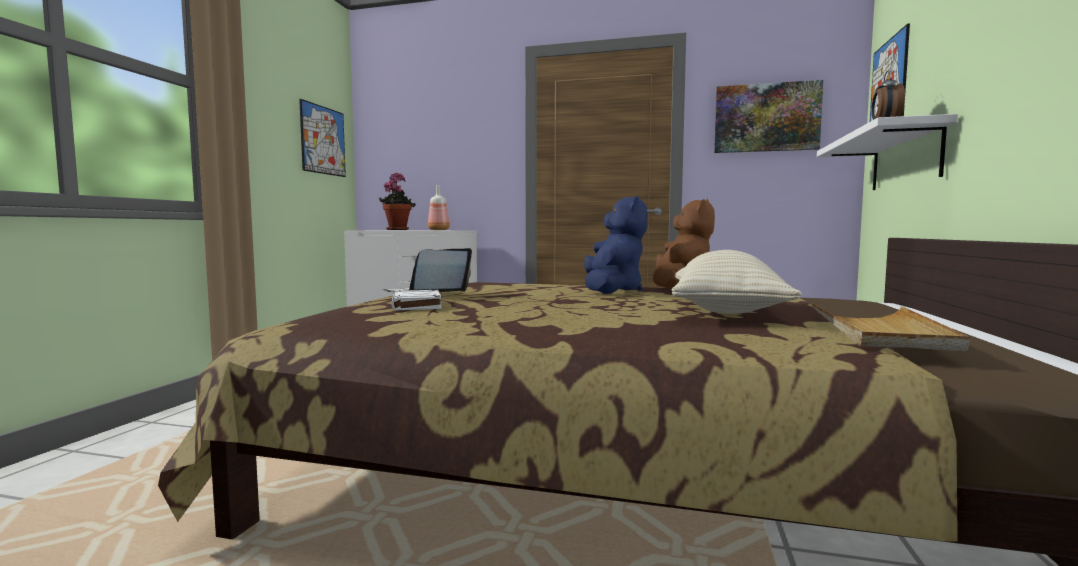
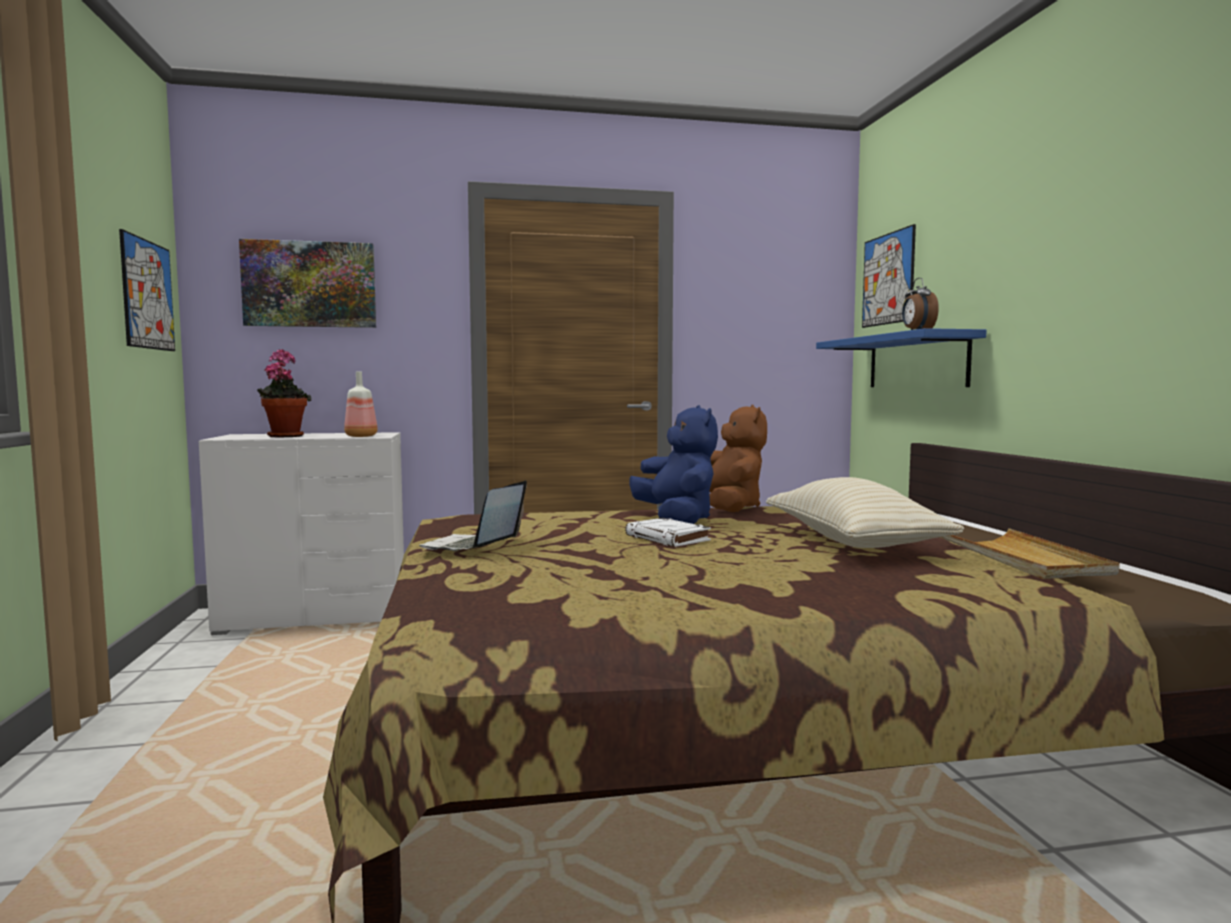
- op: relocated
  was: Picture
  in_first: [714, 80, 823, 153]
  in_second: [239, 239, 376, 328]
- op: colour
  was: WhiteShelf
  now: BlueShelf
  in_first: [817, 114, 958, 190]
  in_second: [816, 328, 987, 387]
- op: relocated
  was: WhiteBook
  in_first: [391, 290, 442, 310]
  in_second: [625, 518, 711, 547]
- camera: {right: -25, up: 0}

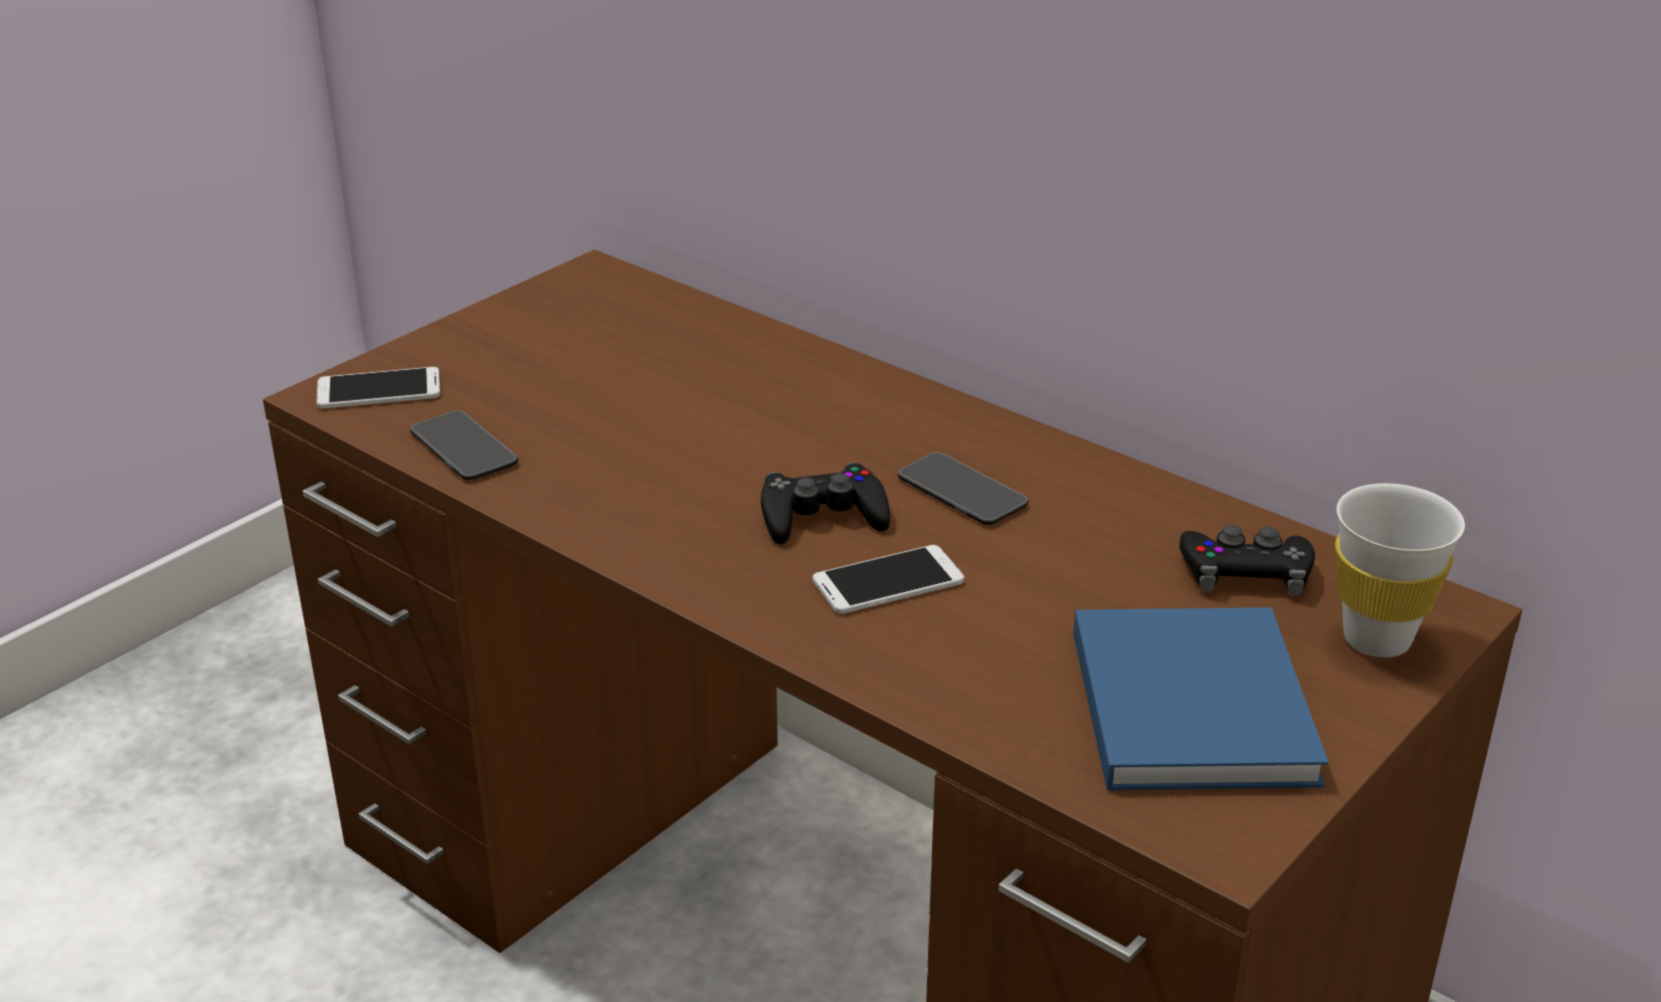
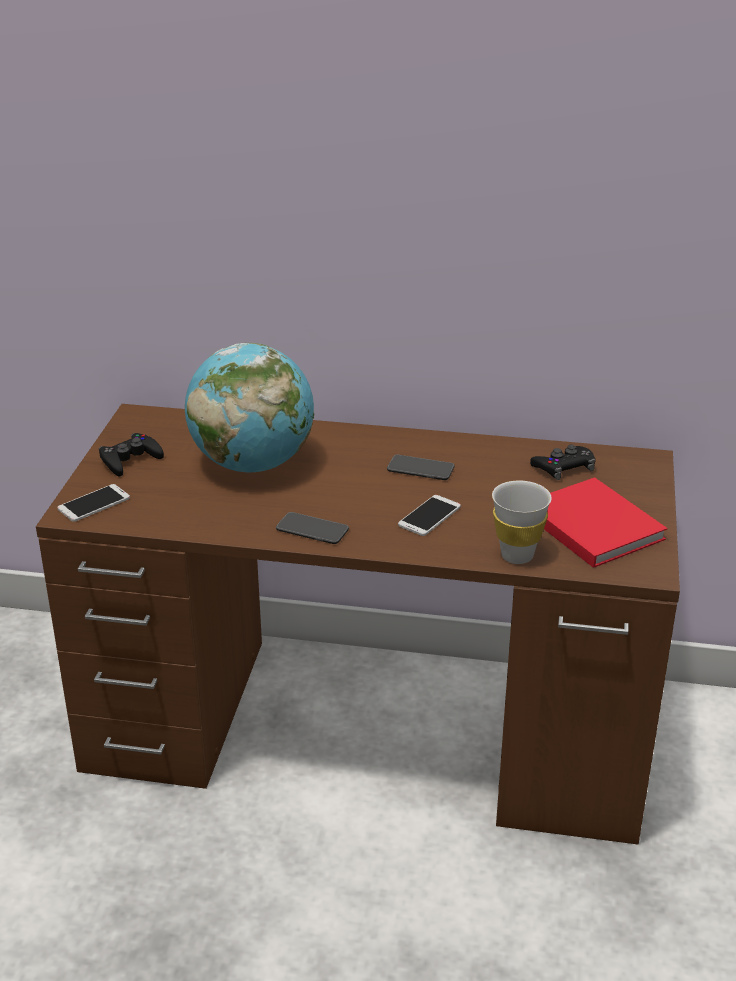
- op: relocated
  was: Phone
  in_first: [410, 410, 518, 480]
  in_second: [276, 512, 349, 544]
- op: relocated
  was: BlackGameController
  in_first: [761, 462, 890, 544]
  in_second: [99, 433, 164, 476]
- op: relocated
  was: WhiteCup
  in_first: [1335, 483, 1465, 658]
  in_second: [492, 481, 552, 564]
- op: colour
  was: BlueBook
  now: RedBook
  in_first: [1073, 607, 1329, 790]
  in_second: [544, 477, 668, 568]
- op: appeared
  now: Globe
  in_second: [185, 343, 314, 472]
- camera: {right: -30, up: 0}

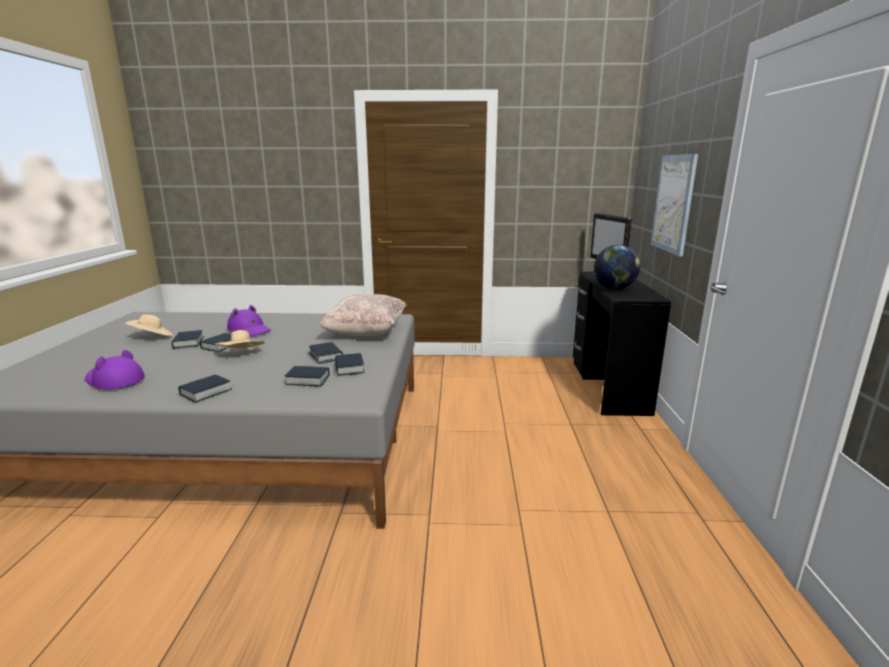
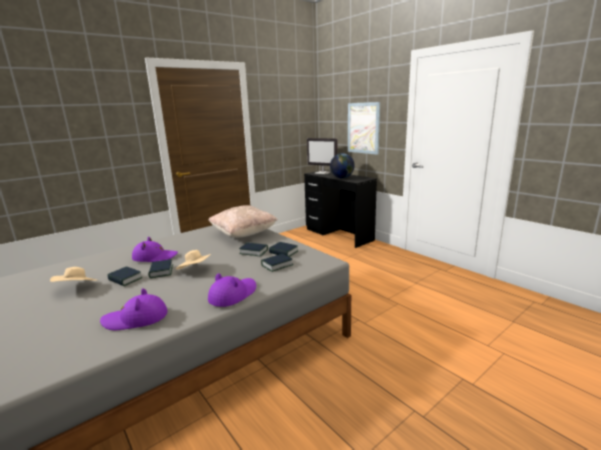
- op: exchanged
  was: Book
  now: PurpleHat
  in_first: [178, 375, 232, 402]
  in_second: [208, 273, 256, 307]
- camera: {right: -40, up: 0}

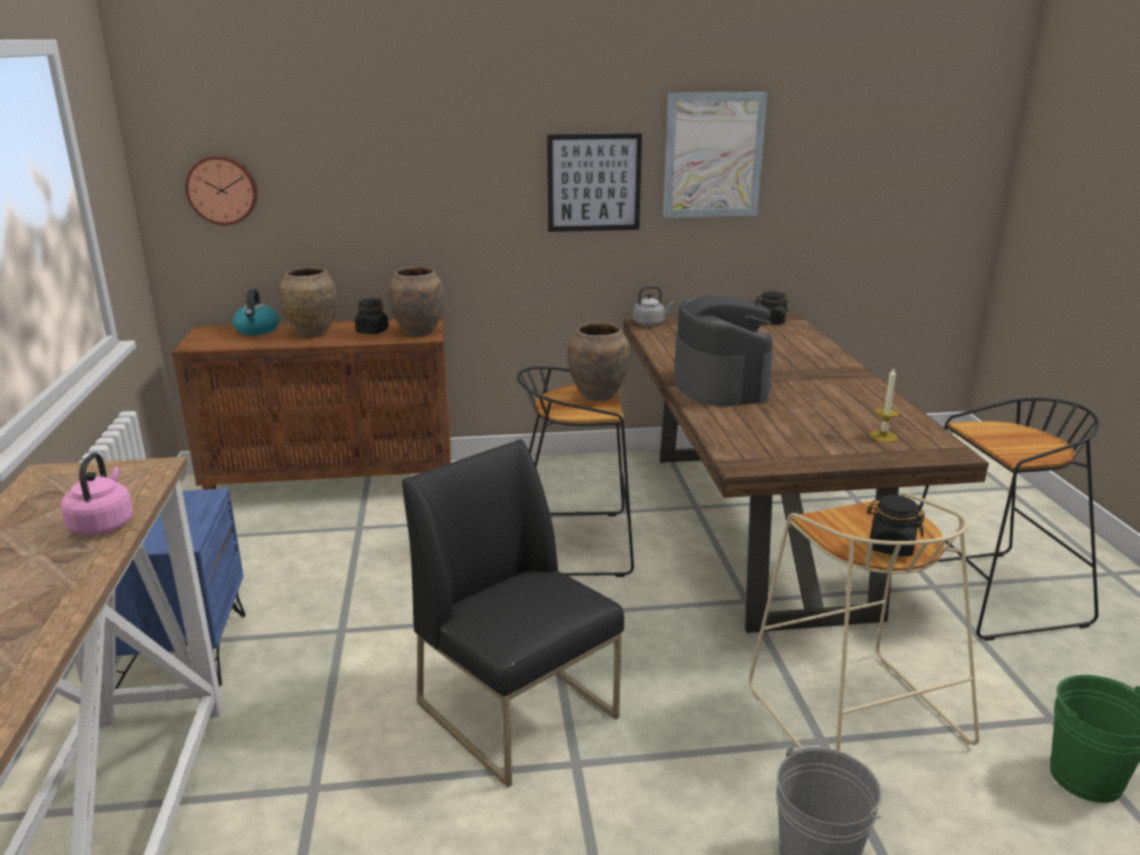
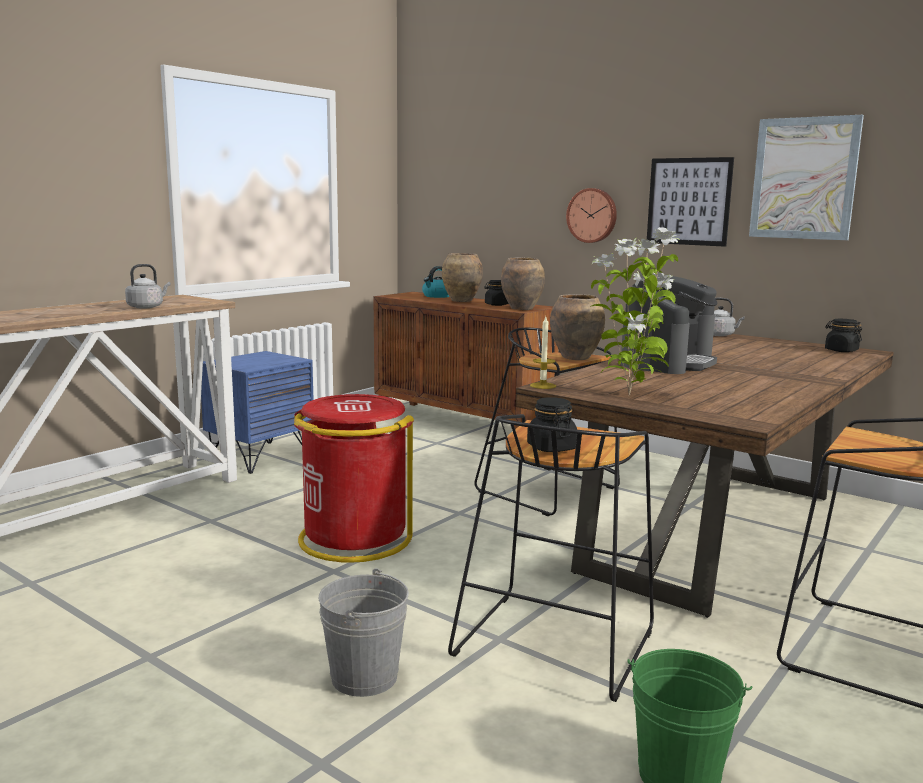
- op: relocated
  was: WallClock
  in_first: [185, 155, 258, 226]
  in_second: [566, 188, 617, 243]
- op: relocated
  was: Candle
  in_first: [869, 367, 899, 442]
  in_second: [530, 317, 556, 389]
- op: exchanged
  was: BlackChair
  now: RedTrashCan
  in_first: [402, 439, 624, 788]
  in_second: [294, 394, 414, 563]
- op: colour
  was: PinkKettle
  now: GreyKettle
  in_first: [61, 452, 133, 536]
  in_second: [125, 264, 171, 309]
- op: colour
  was: BeigeStool
  now: BlackStool
  in_first: [749, 492, 979, 751]
  in_second: [448, 414, 654, 702]
- op: appeared
  now: PottedPlant
  in_second: [590, 227, 680, 396]
- camera: {right: 45, up: -10}

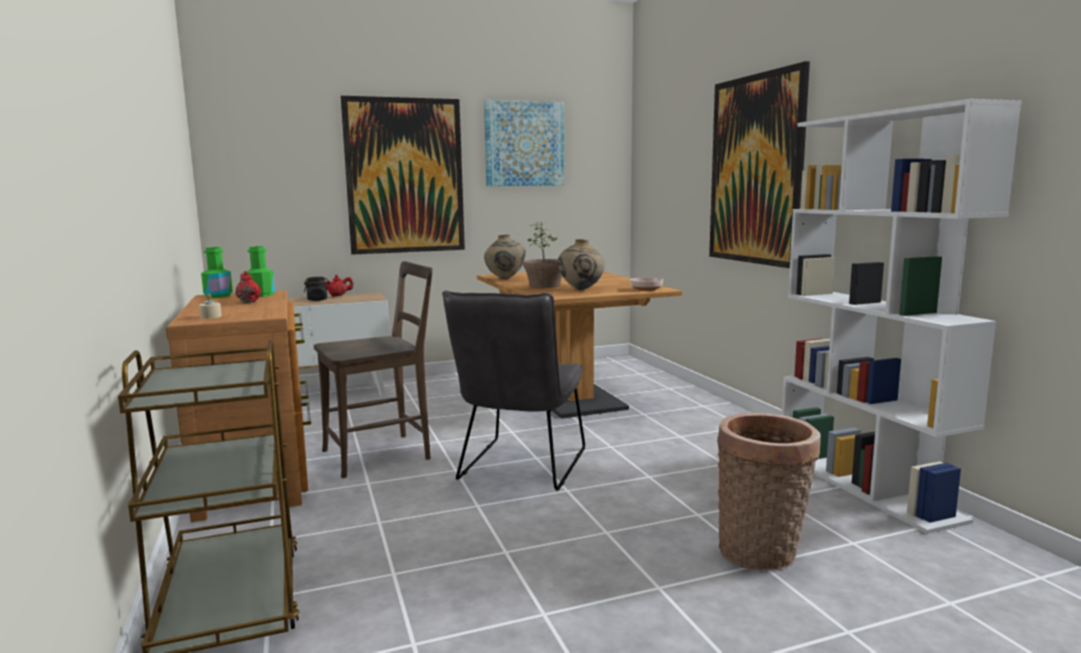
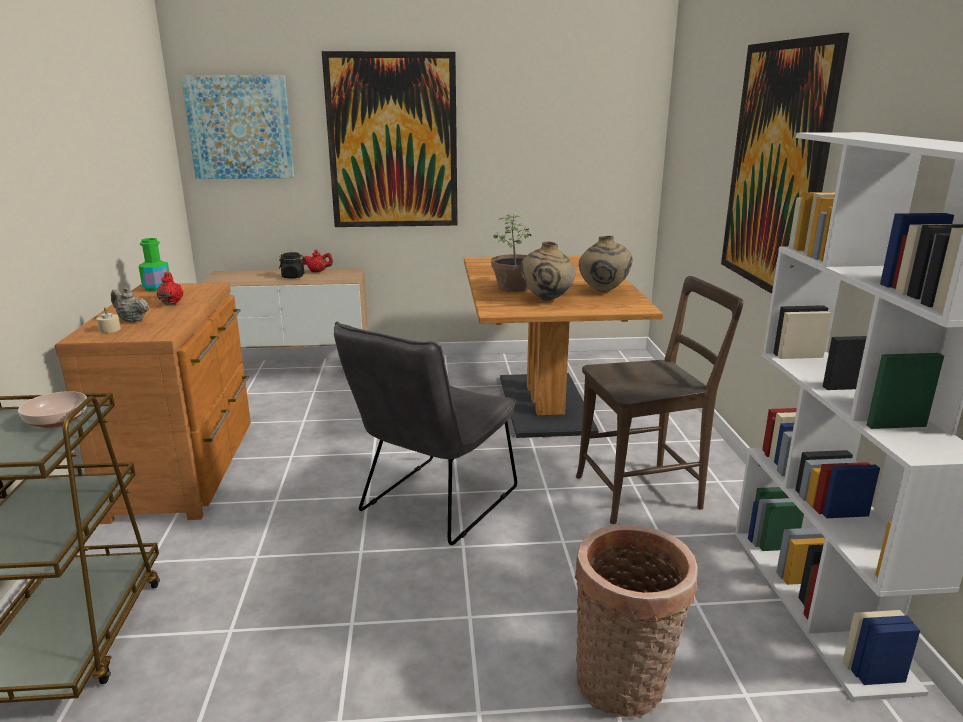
- op: relocated
  was: Picture
  in_first: [484, 100, 565, 186]
  in_second: [181, 75, 294, 179]
- op: relocated
  was: BeigeVase
  in_first: [484, 234, 526, 279]
  in_second: [579, 236, 633, 292]
- op: missing
  was: GreenBottle
  in_first: [246, 246, 275, 297]
- op: relocated
  was: BrownChair
  in_first: [314, 261, 433, 478]
  in_second: [576, 276, 744, 524]
- op: relocated
  was: Bowl
  in_first: [630, 278, 663, 291]
  in_second: [18, 391, 87, 428]
- op: appeared
  now: BeigeTeapot
  in_second: [111, 287, 149, 323]
- camera: {right: 15, up: 10}

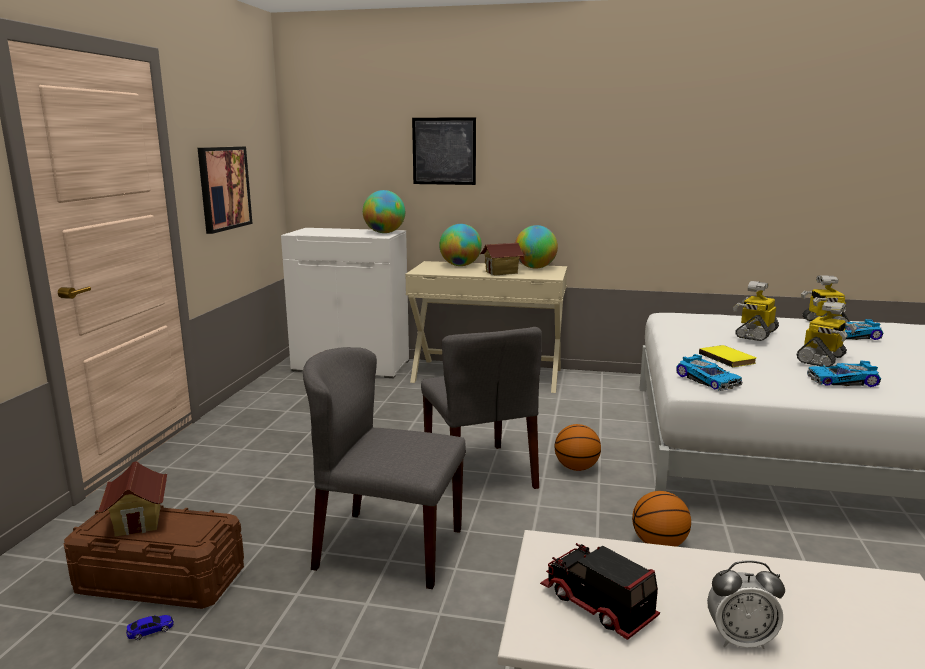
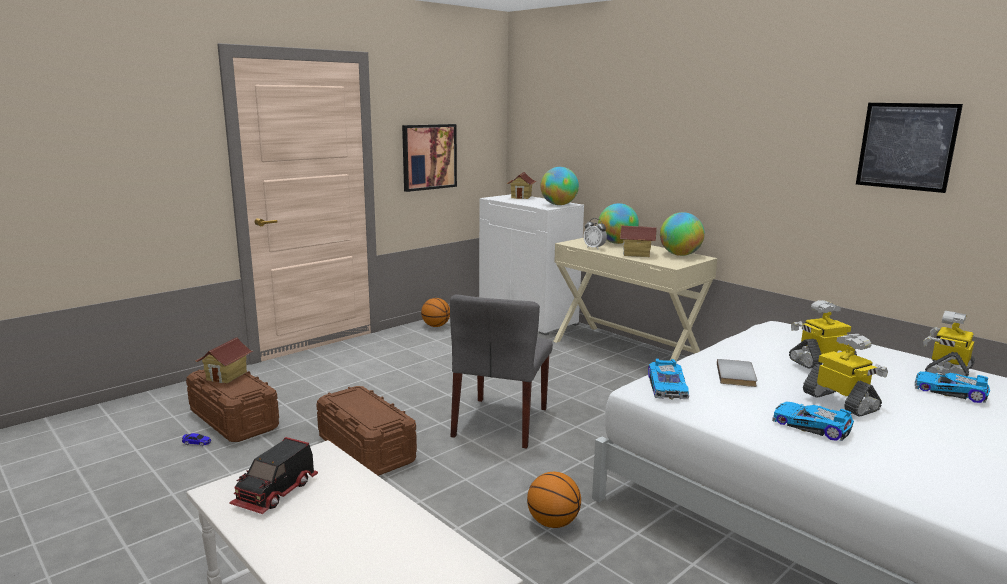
- op: relocated
  was: Picture
  in_first: [412, 117, 476, 185]
  in_second: [856, 103, 963, 193]
- op: spun
  was: ToyRobot
  in_first: [796, 301, 857, 367]
  in_second: [803, 334, 888, 417]
  clockwise: -105
- op: colour
  was: YellowBook
  now: GreyBook
  in_first: [699, 345, 756, 367]
  in_second: [717, 359, 757, 387]
- op: exchanged
  was: GreyChair
  now: BrownStorageBox
  in_first: [303, 347, 466, 589]
  in_second: [316, 386, 417, 476]
- op: relocated
  was: Basketball
  in_first: [555, 424, 601, 471]
  in_second: [421, 298, 450, 327]
- op: spun
  was: ToyTruck
  in_first: [540, 543, 660, 640]
  in_second: [229, 437, 318, 514]
  clockwise: -150
- op: relocated
  was: AlarmClock
  in_first: [707, 560, 785, 649]
  in_second: [583, 218, 607, 249]
- op: appeared
  now: ToyHouse
  in_second: [507, 172, 536, 199]
- camera: {right: 35, up: 0}

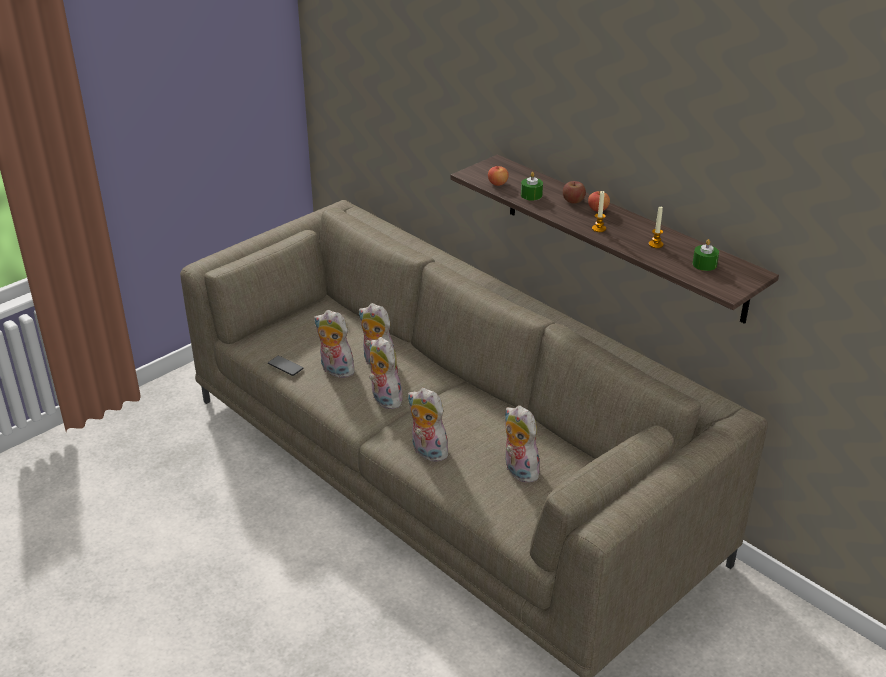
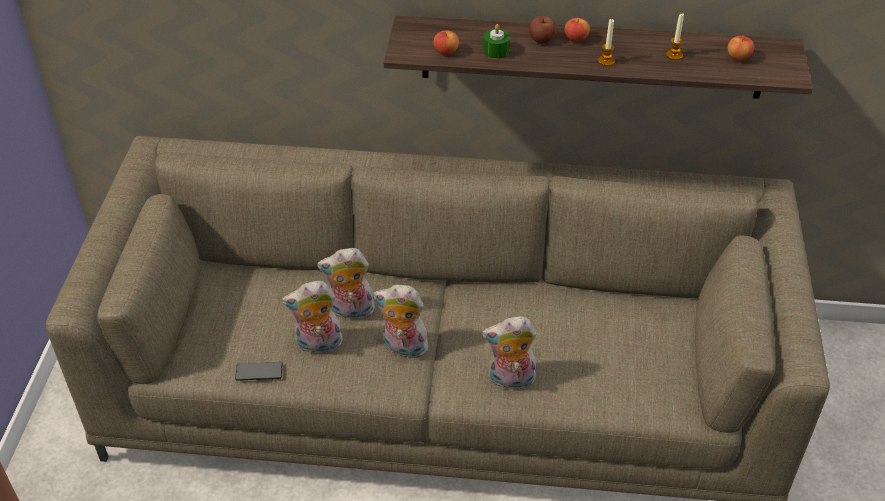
- op: exchanged
  was: GreenCandle
  now: Apple
  in_first: [692, 239, 719, 271]
  in_second: [728, 36, 754, 61]
- op: missing
  was: PlushToy
  in_first: [505, 405, 540, 483]
- camera: {right: -40, up: 10}

